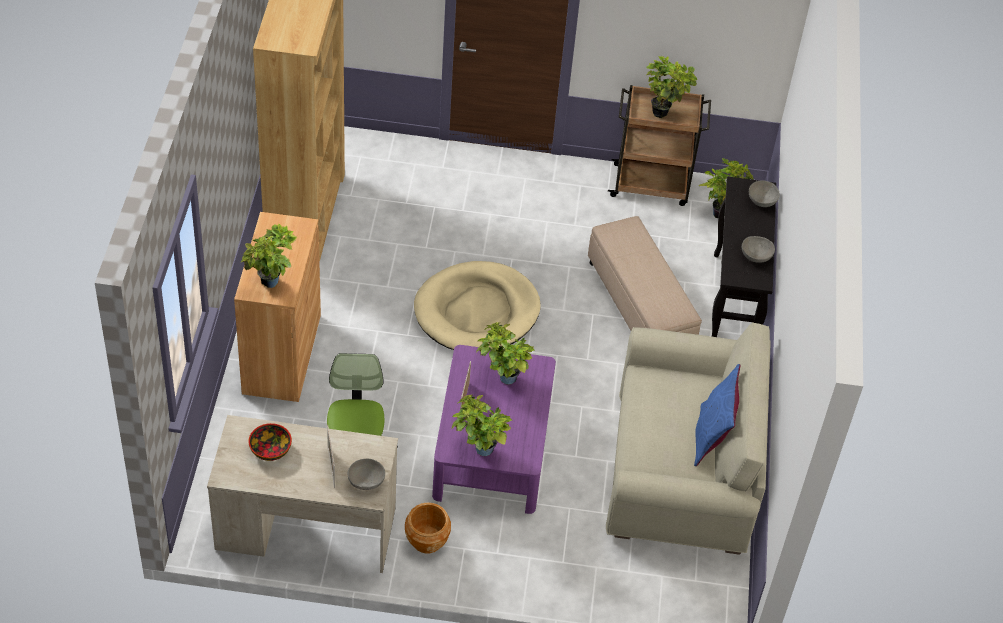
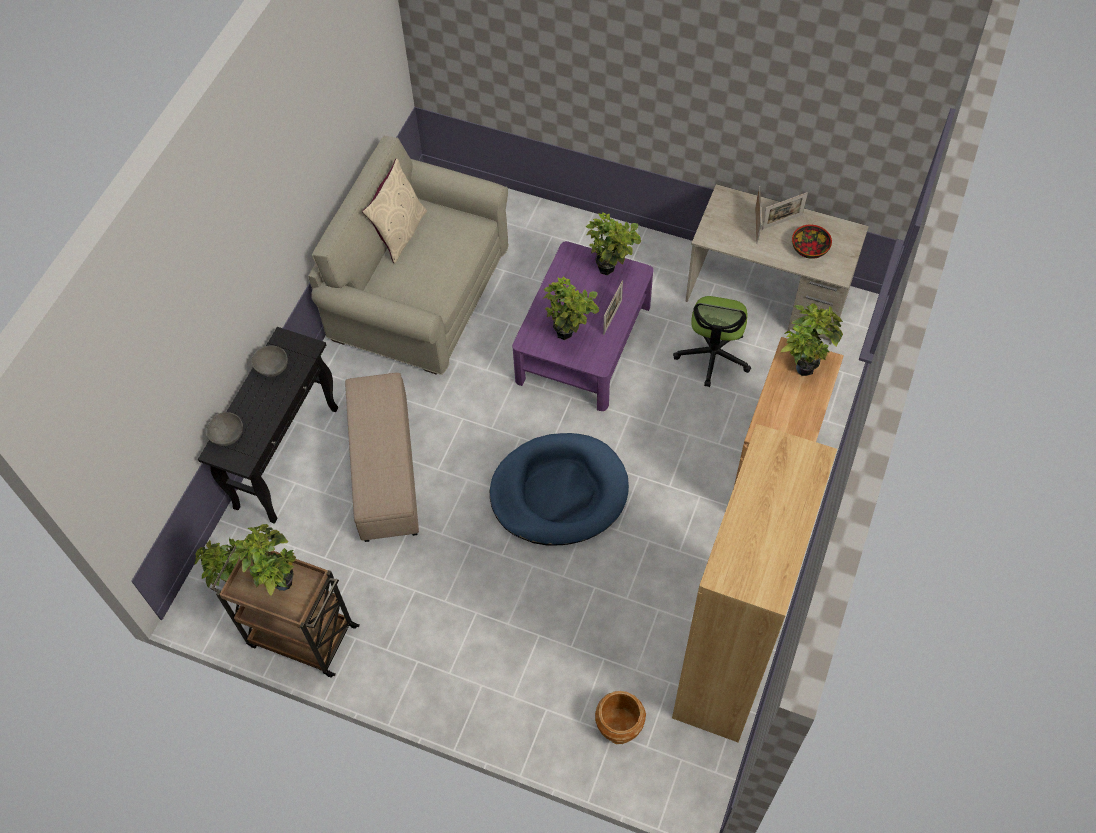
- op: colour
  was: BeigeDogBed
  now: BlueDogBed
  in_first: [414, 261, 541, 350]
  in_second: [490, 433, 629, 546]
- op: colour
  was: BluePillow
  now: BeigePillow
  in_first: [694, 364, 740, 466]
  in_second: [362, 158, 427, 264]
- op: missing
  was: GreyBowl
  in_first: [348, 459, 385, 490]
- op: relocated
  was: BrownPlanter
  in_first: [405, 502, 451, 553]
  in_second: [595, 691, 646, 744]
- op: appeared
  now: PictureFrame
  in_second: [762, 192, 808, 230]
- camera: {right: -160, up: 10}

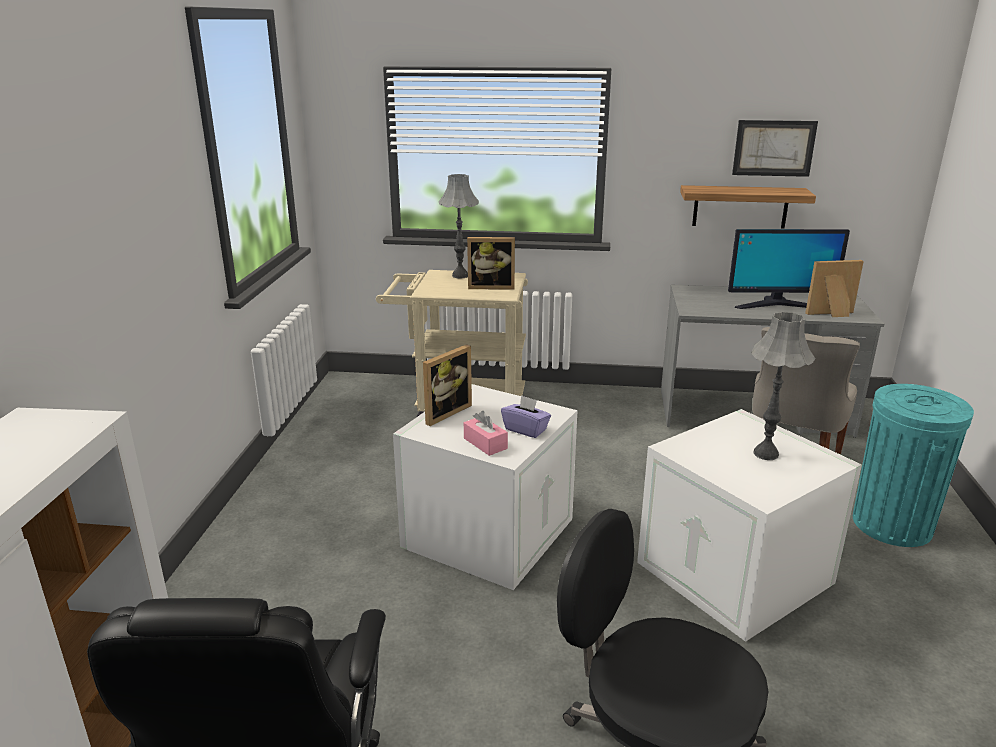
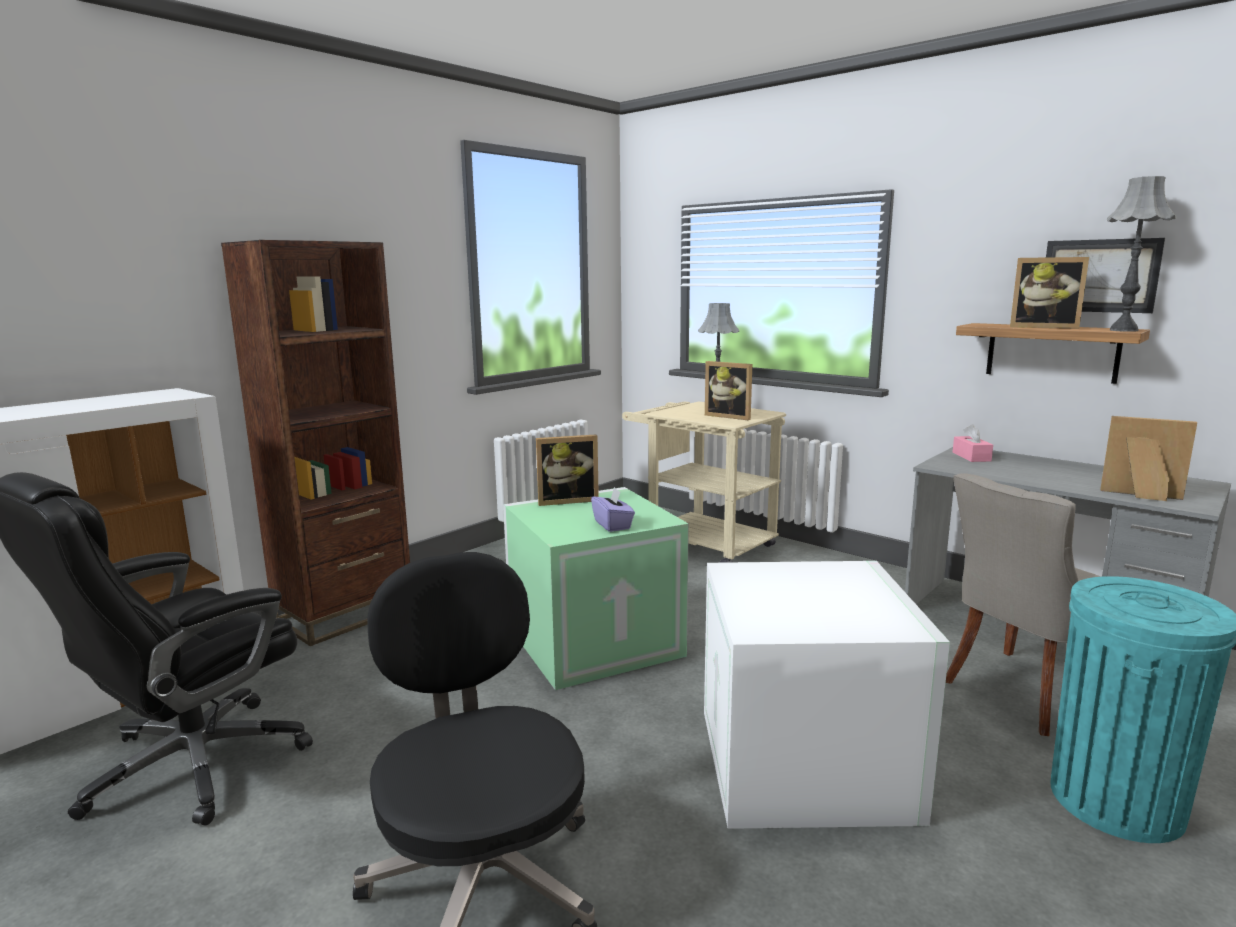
- op: missing
  was: Monitor
  in_first: [728, 229, 850, 309]
- op: relocated
  was: GreyTableLamp
  in_first: [751, 312, 816, 460]
  in_second: [1107, 176, 1177, 332]
- op: colour
  was: WhiteStorageBox
  now: GreenStorageBox
  in_first: [393, 384, 578, 590]
  in_second: [503, 487, 689, 690]
- op: relocated
  was: PinkTissueBox
  in_first: [464, 411, 508, 456]
  in_second: [953, 424, 993, 462]
- op: appeared
  now: BrownBookcase
  in_second: [221, 240, 410, 646]
- op: appeared
  now: PictureFrame
  in_second: [1010, 257, 1089, 329]
- camera: {right: 35, up: -10}

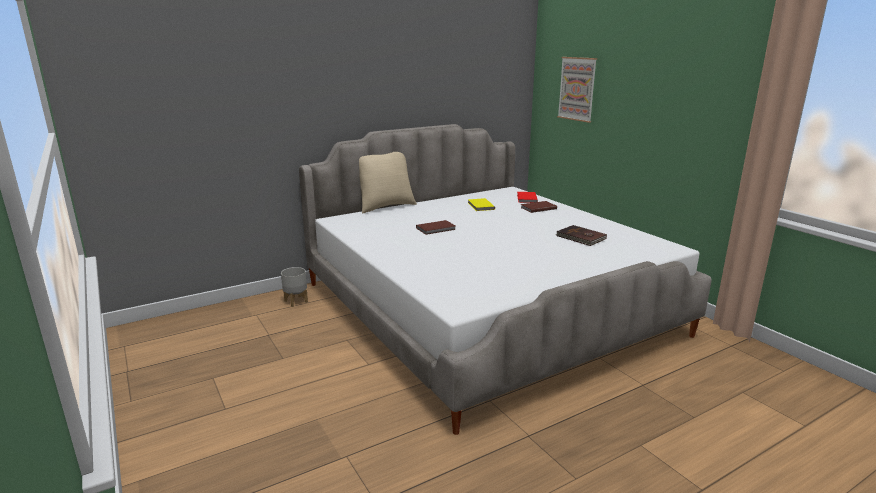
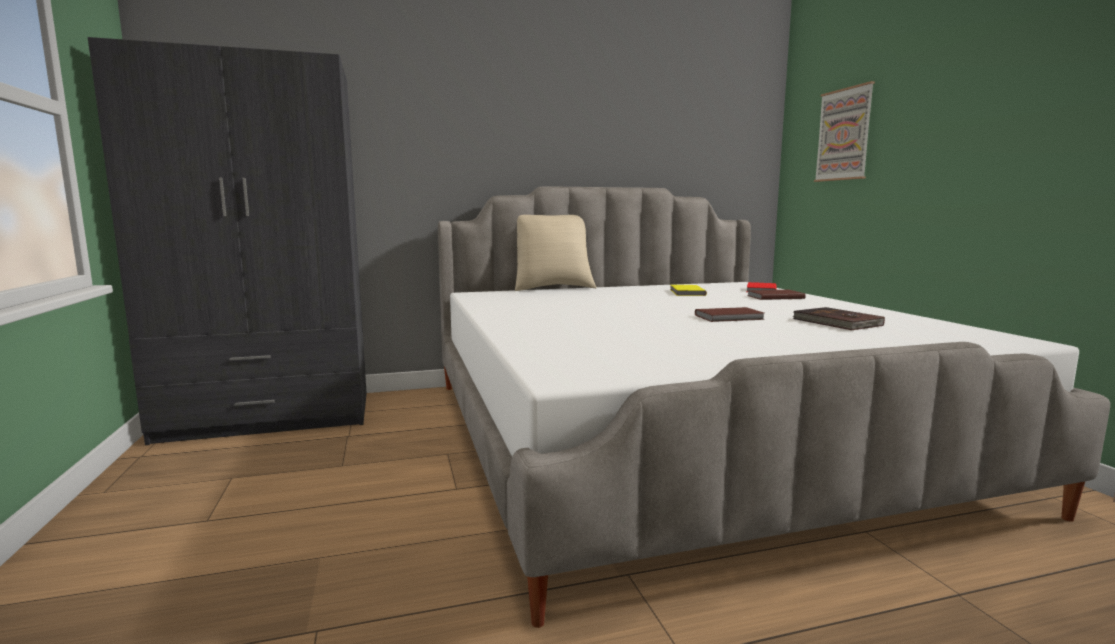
- op: relocated
  was: BrownBook
  in_first: [416, 220, 456, 235]
  in_second: [695, 307, 765, 322]
- op: missing
  was: GreyPlanter
  in_first: [281, 267, 308, 307]
- op: appeared
  now: GreyWardrobe
  in_second: [88, 37, 367, 445]
- camera: {right: 15, up: -10}

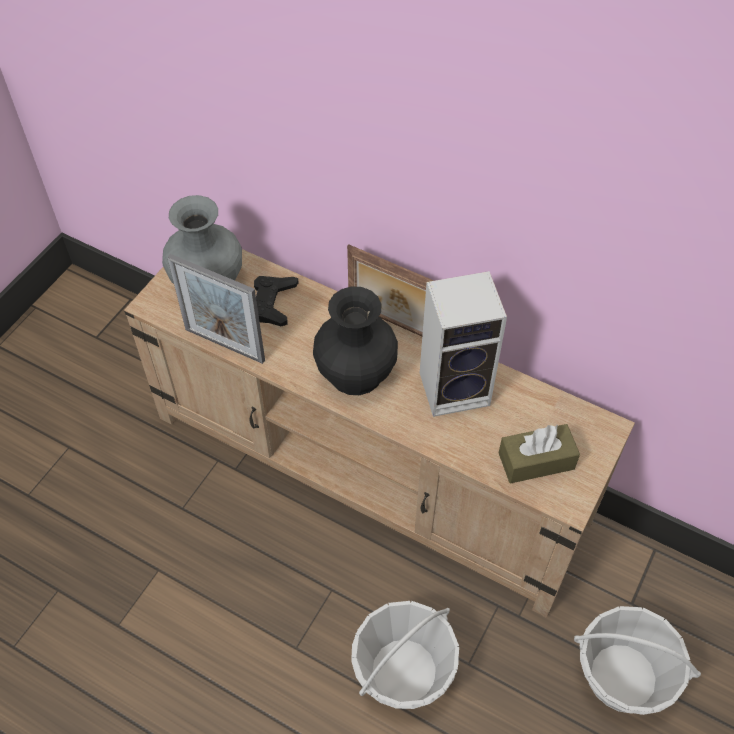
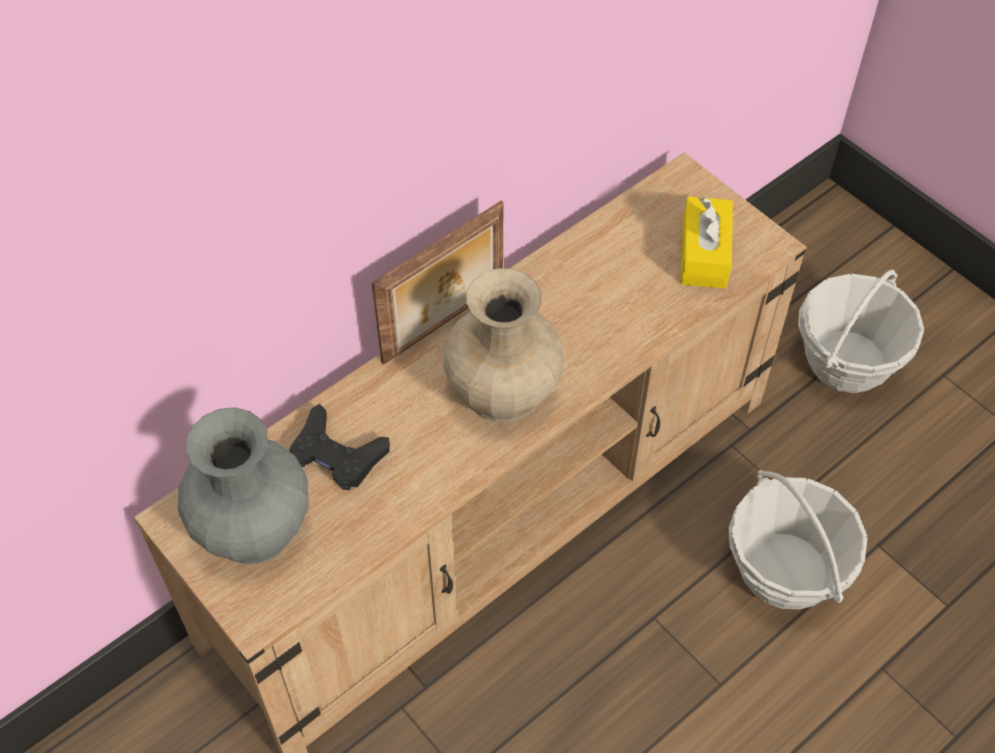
- op: missing
  was: PictureFrame
  in_first: [167, 254, 265, 364]
- op: missing
  was: Speaker
  in_first: [420, 271, 507, 417]
- op: colour
  was: BlackVase
  now: BeigeVase
  in_first: [313, 286, 398, 395]
  in_second: [444, 268, 563, 422]
- op: colour
  was: BrownTissueBox
  now: YellowTissueBox
  in_first: [499, 424, 580, 484]
  in_second: [680, 197, 733, 289]
- camera: {right: -70, up: 0}

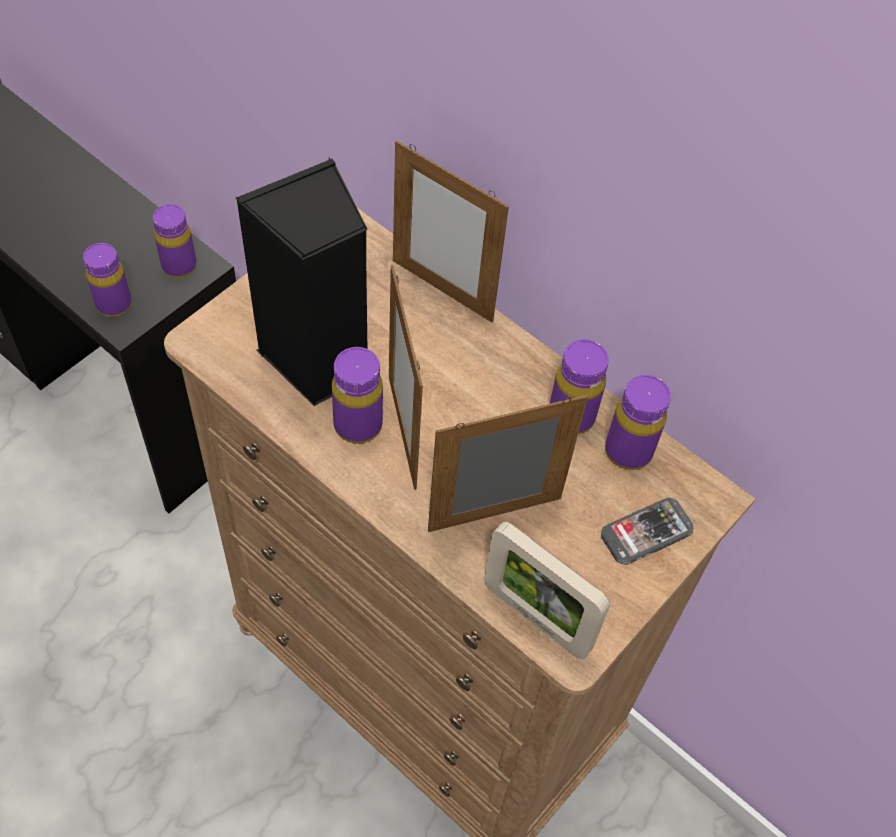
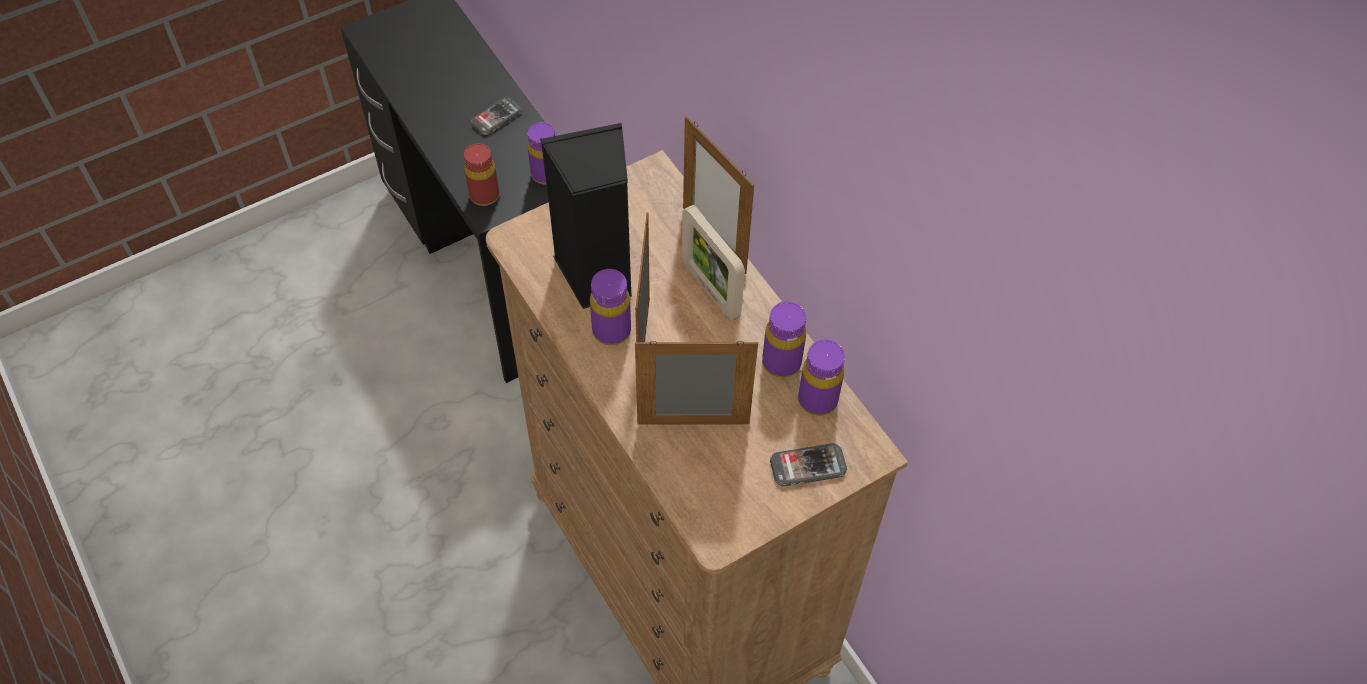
- op: colour
  was: PurpleBottle
  now: RedBottle
  in_first: [83, 243, 132, 317]
  in_second: [464, 143, 499, 206]
- op: relocated
  was: PictureFrame
  in_first: [484, 522, 610, 659]
  in_second: [682, 205, 745, 321]
- op: appeared
  now: Phone
  in_second: [471, 97, 522, 135]
- camera: {right: 20, up: 0}

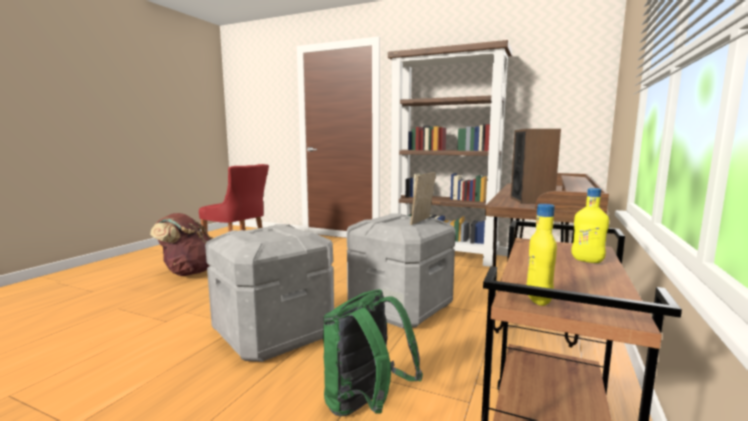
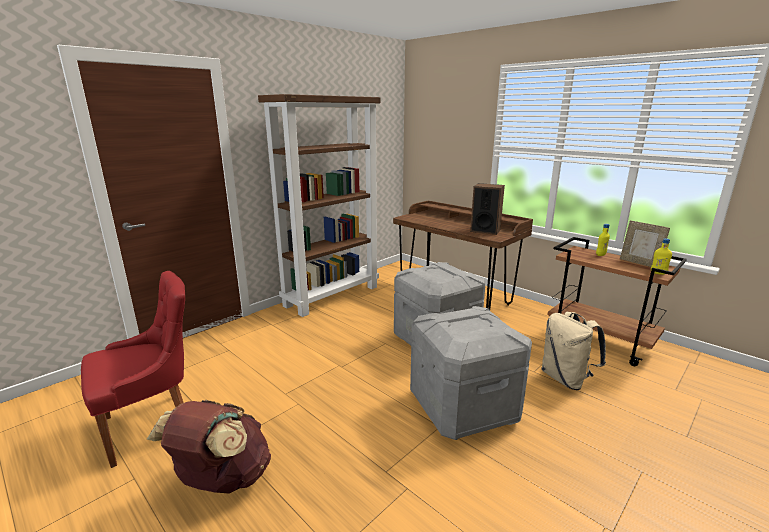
- op: relocated
  was: PictureFrame
  in_first: [410, 172, 436, 225]
  in_second: [620, 220, 670, 267]
- op: colour
  was: GreenBackpack
  now: BeigeBackpack
  in_first: [323, 290, 423, 417]
  in_second: [541, 312, 606, 390]
- camera: {right: -70, up: 10}

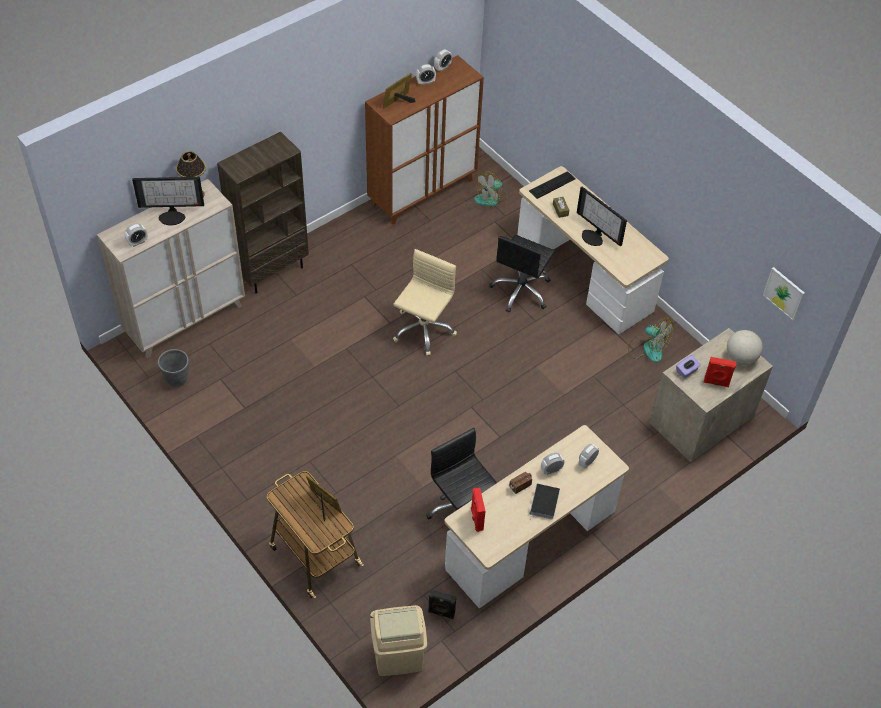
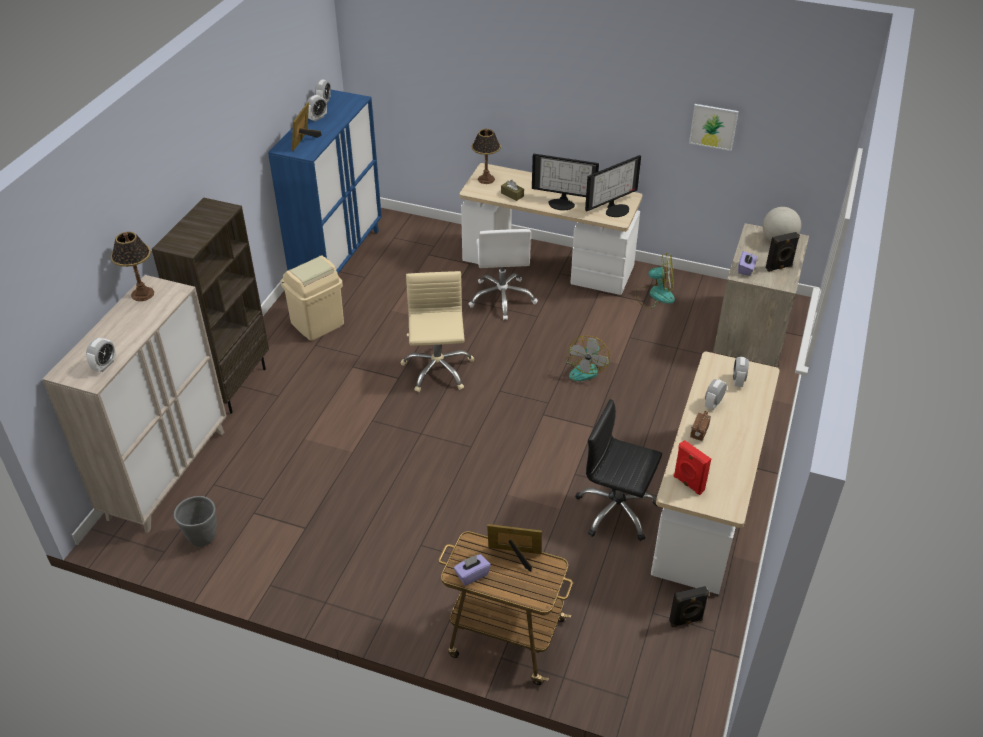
- op: colour
  was: BrownCabinet
  now: BlueCabinet
  in_first: [365, 55, 484, 225]
  in_second: [268, 90, 382, 274]
- op: relocated
  was: Fan
  in_first: [474, 171, 508, 206]
  in_second: [565, 336, 610, 381]
- op: exchanged
  was: Keyboard
  now: TableLamp
  in_first: [529, 171, 576, 199]
  in_second: [471, 129, 501, 184]
- op: relocated
  was: Monitor
  in_first: [132, 177, 204, 226]
  in_second: [585, 155, 641, 217]
- op: colour
  was: BlackOfficeChair
  now: WhiteOfficeChair
  in_first: [489, 235, 555, 313]
  in_second: [469, 229, 538, 320]
- op: relocated
  was: Picture
  in_first: [763, 267, 805, 320]
  in_second: [689, 104, 739, 151]
- op: colour
  was: RedSpeaker
  now: BlackSpeaker
  in_first: [704, 357, 736, 387]
  in_second: [766, 232, 800, 272]
- op: missing
  was: Book
  in_first: [530, 483, 560, 521]
- op: relocated
  was: BeigeTrashCan
  in_first: [370, 605, 427, 676]
  in_second: [281, 255, 344, 341]
- op: appeared
  now: PurpleTissueBox
  in_second: [454, 554, 491, 586]
- camera: {right: -30, up: -10}

